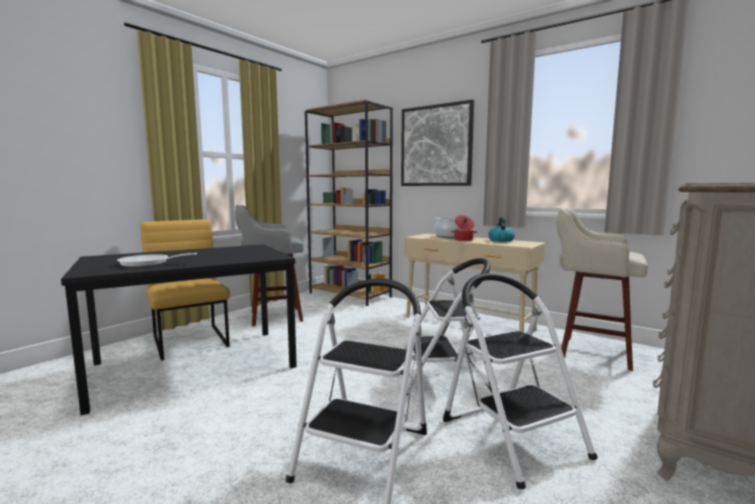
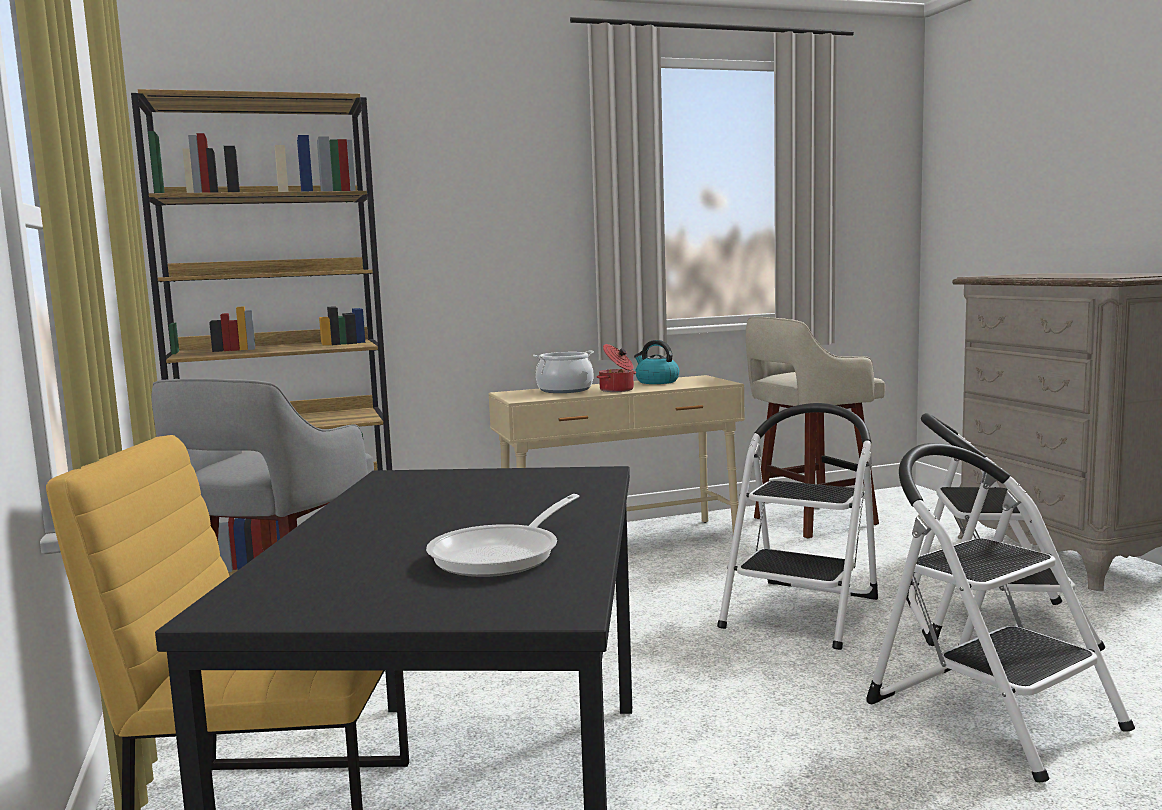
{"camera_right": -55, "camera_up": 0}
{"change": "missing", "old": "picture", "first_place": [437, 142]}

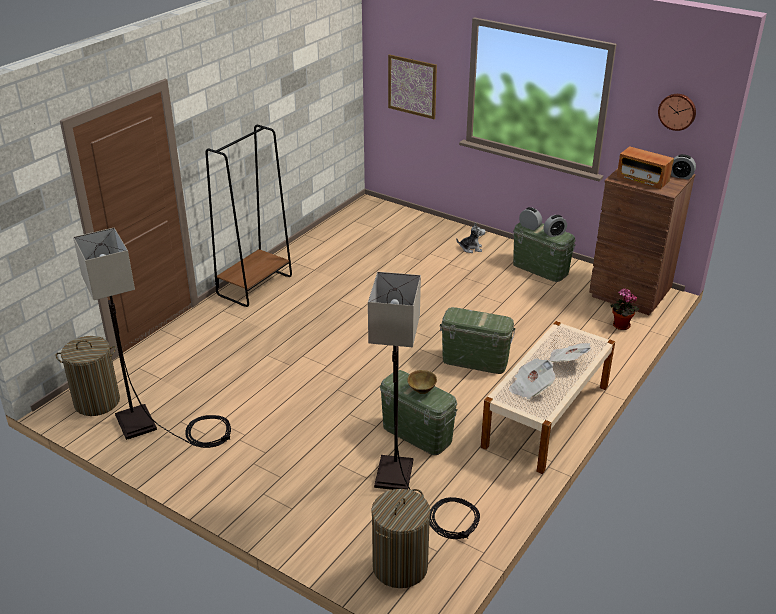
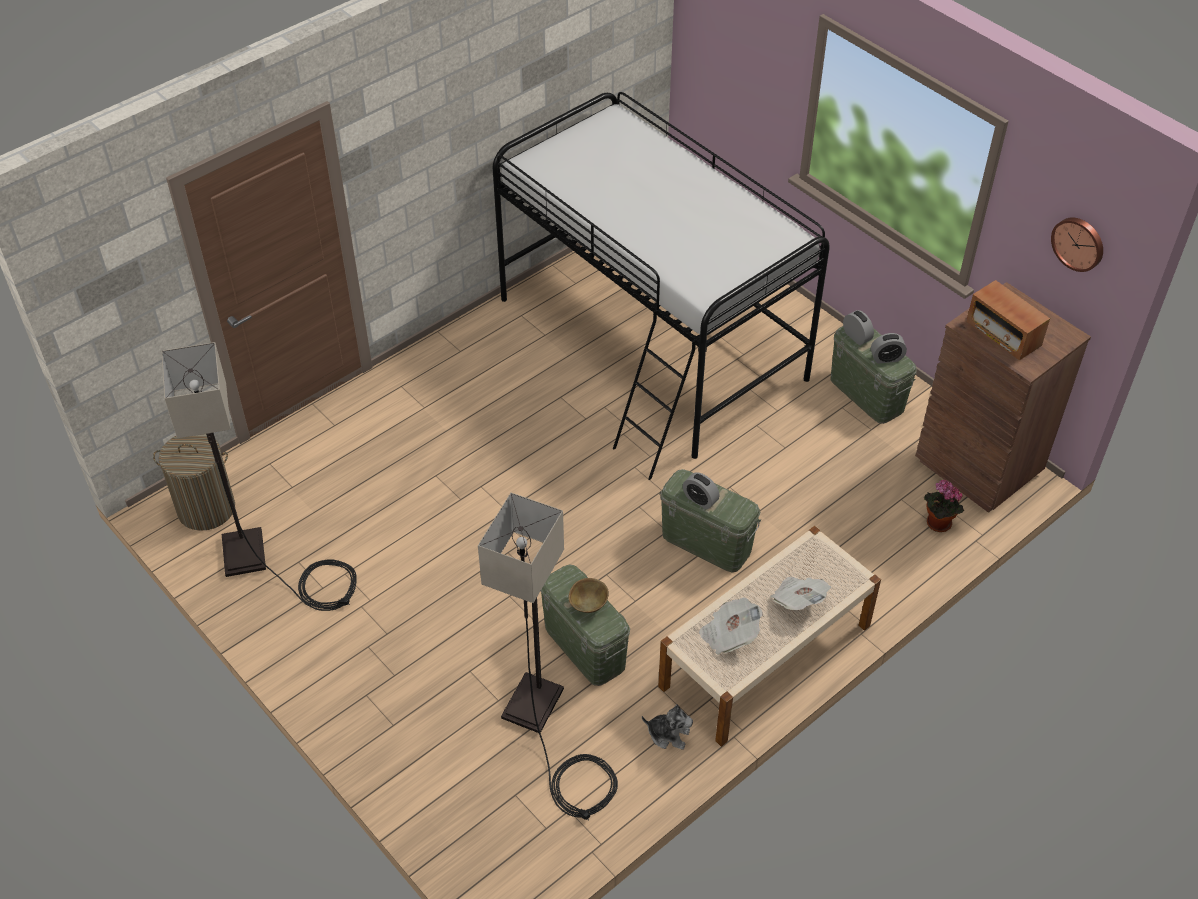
{"camera_right": 15, "camera_up": 15}
{"change": "appeared", "new": "black-coloured sleeping bed", "second_place": [661, 286]}
{"change": "relocated", "old": "plush toy", "first_place": [471, 237], "second_place": [667, 727]}
{"change": "relocated", "old": "alarm clock", "first_place": [683, 167], "second_place": [701, 490]}
{"change": "missing", "old": "garment rack", "first_place": [248, 216]}
{"change": "missing", "old": "hamper", "first_place": [400, 538]}
{"change": "missing", "old": "picture", "first_place": [412, 86]}

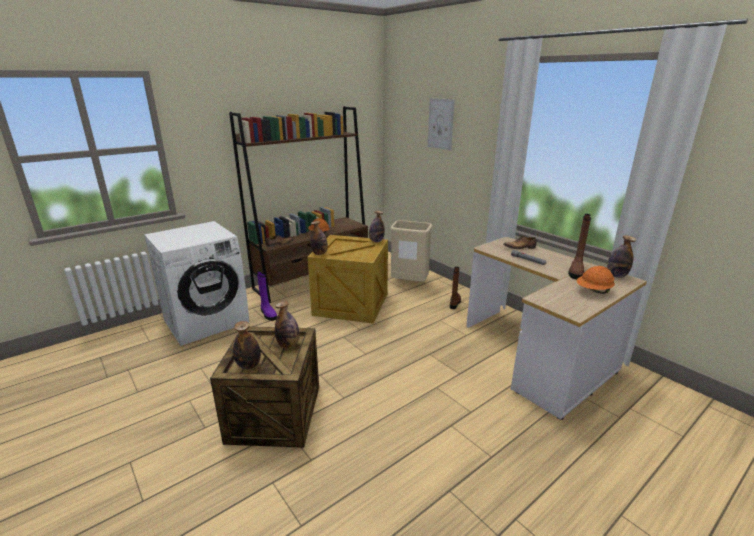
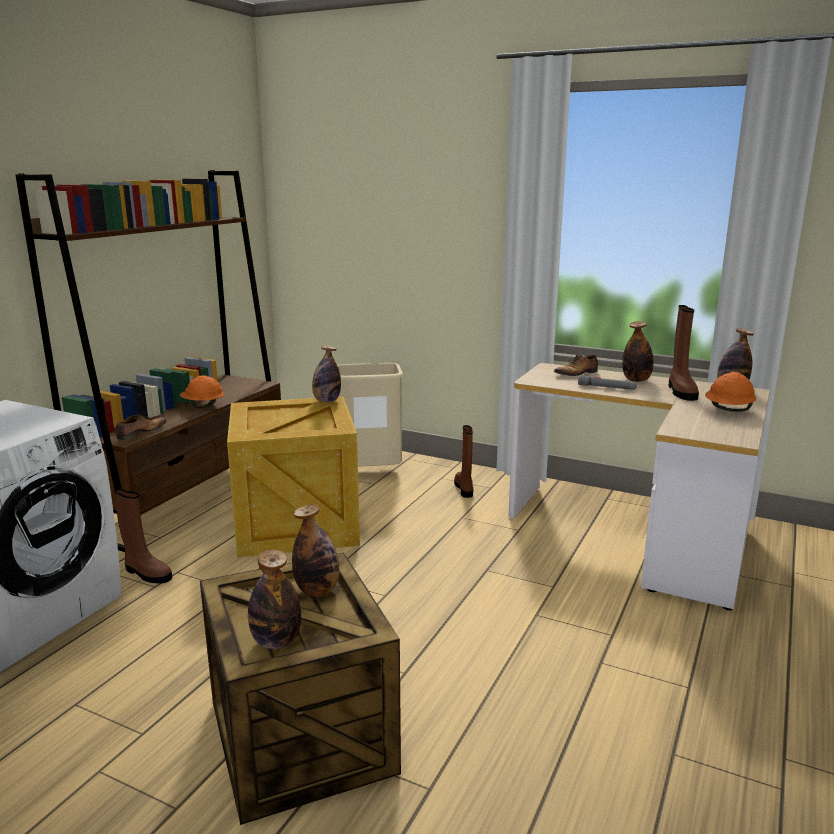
{"camera_right": -25, "camera_up": -5}
{"change": "colour", "old": "purplish high-top boot", "new": "brown high-top boot", "first_place": [267, 296], "second_place": [143, 536]}
{"change": "relocated", "old": "beverage bottle", "first_place": [319, 238], "second_place": [638, 351]}
{"change": "missing", "old": "picture", "first_place": [441, 124]}

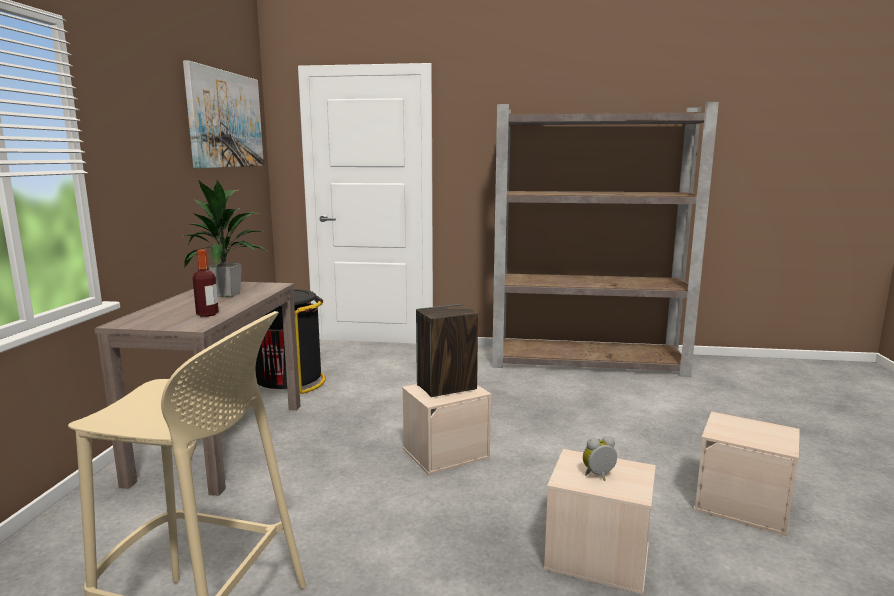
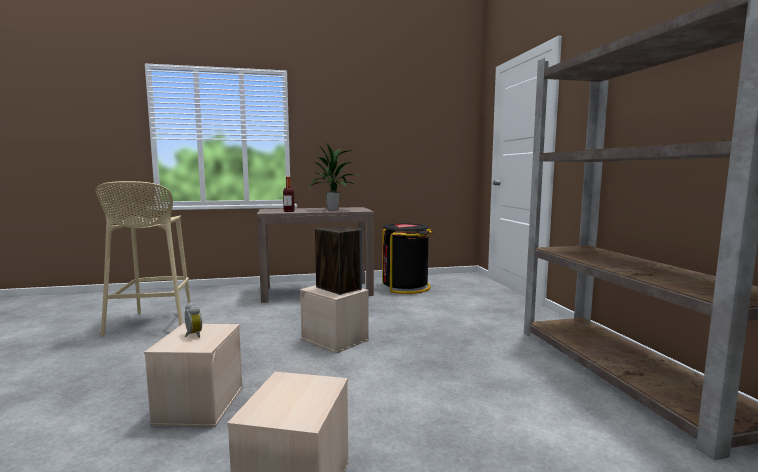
{"camera_right": 70, "camera_up": -5}
{"change": "missing", "old": "picture", "first_place": [223, 114]}

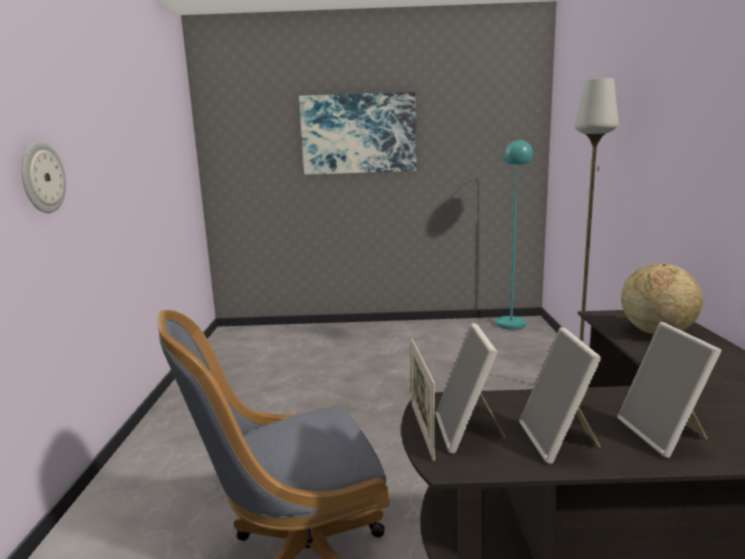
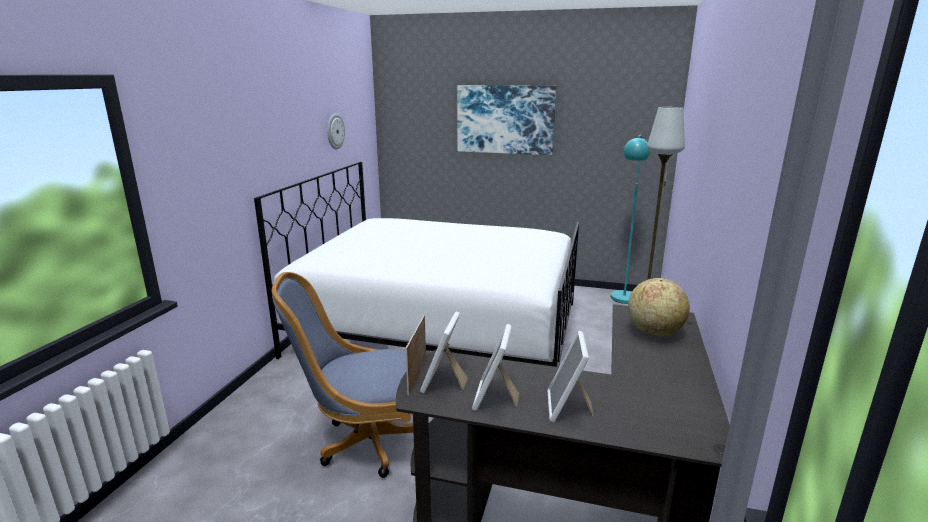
{"camera_right": 15, "camera_up": 5}
{"change": "appeared", "new": "white sleeping bed", "second_place": [416, 264]}
{"change": "relocated", "old": "clock on the wall", "first_place": [44, 177], "second_place": [336, 131]}

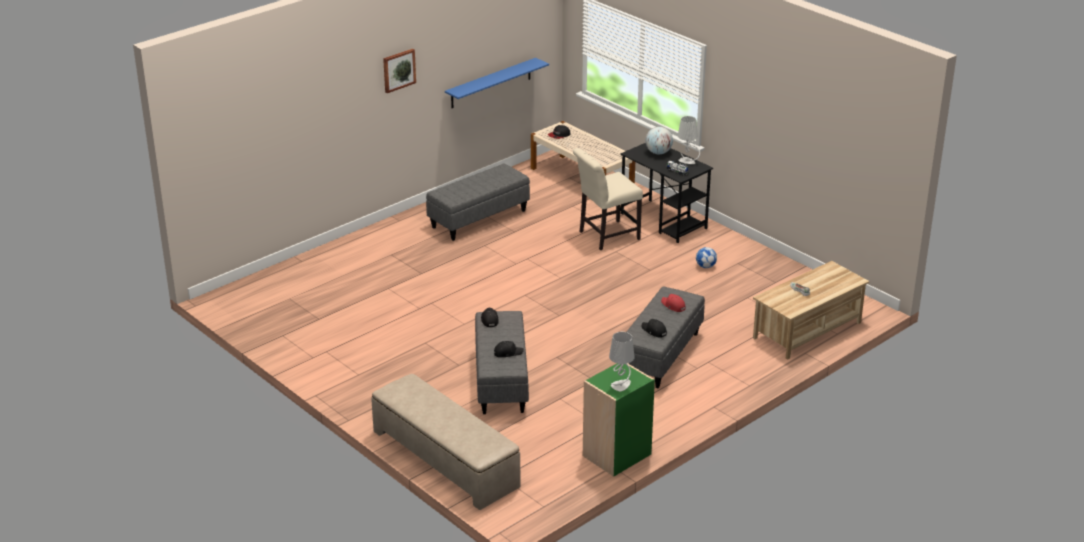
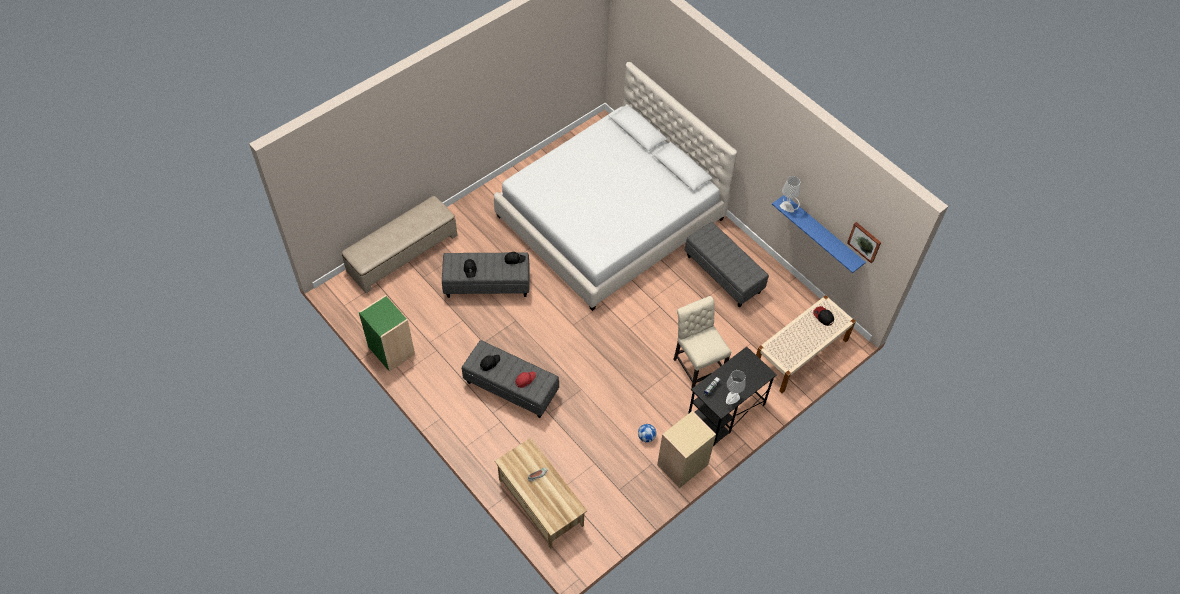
{"camera_right": 90, "camera_up": 25}
{"change": "appeared", "new": "white sleeping bed", "second_place": [615, 186]}
{"change": "appeared", "new": "beige shelving unit", "second_place": [686, 449]}
{"change": "relocated", "old": "gray table lamp", "first_place": [622, 362], "second_place": [790, 194]}
{"change": "relocated", "old": "picture", "first_place": [399, 71], "second_place": [864, 243]}
{"change": "missing", "old": "world globe", "first_place": [659, 140]}

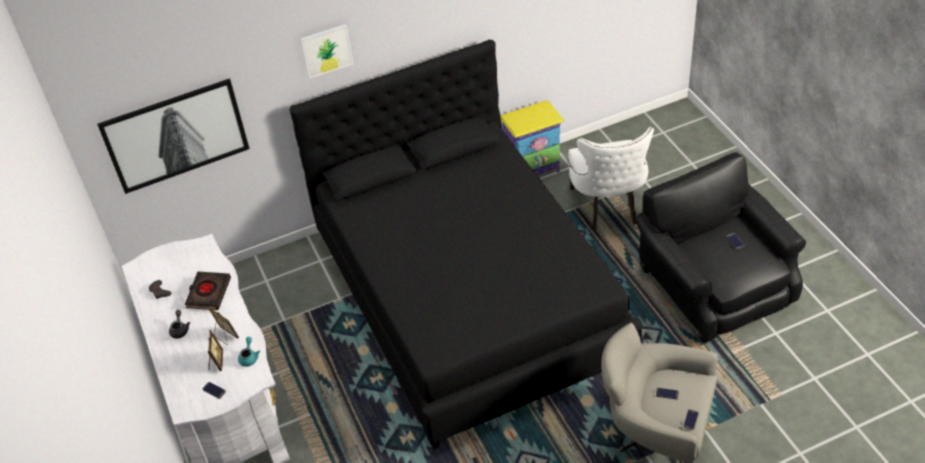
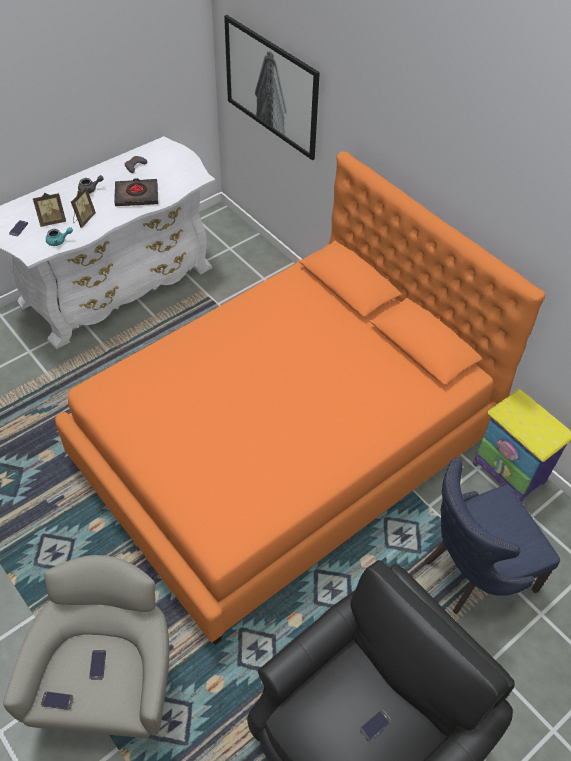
{"camera_right": 70, "camera_up": 5}
{"change": "colour", "old": "black-coloured sleeping bed", "new": "orange sleeping bed", "first_place": [466, 245], "second_place": [300, 398]}
{"change": "colour", "old": "white upright chair", "new": "bluish upright chair", "first_place": [611, 179], "second_place": [492, 536]}
{"change": "missing", "old": "picture", "first_place": [326, 51]}

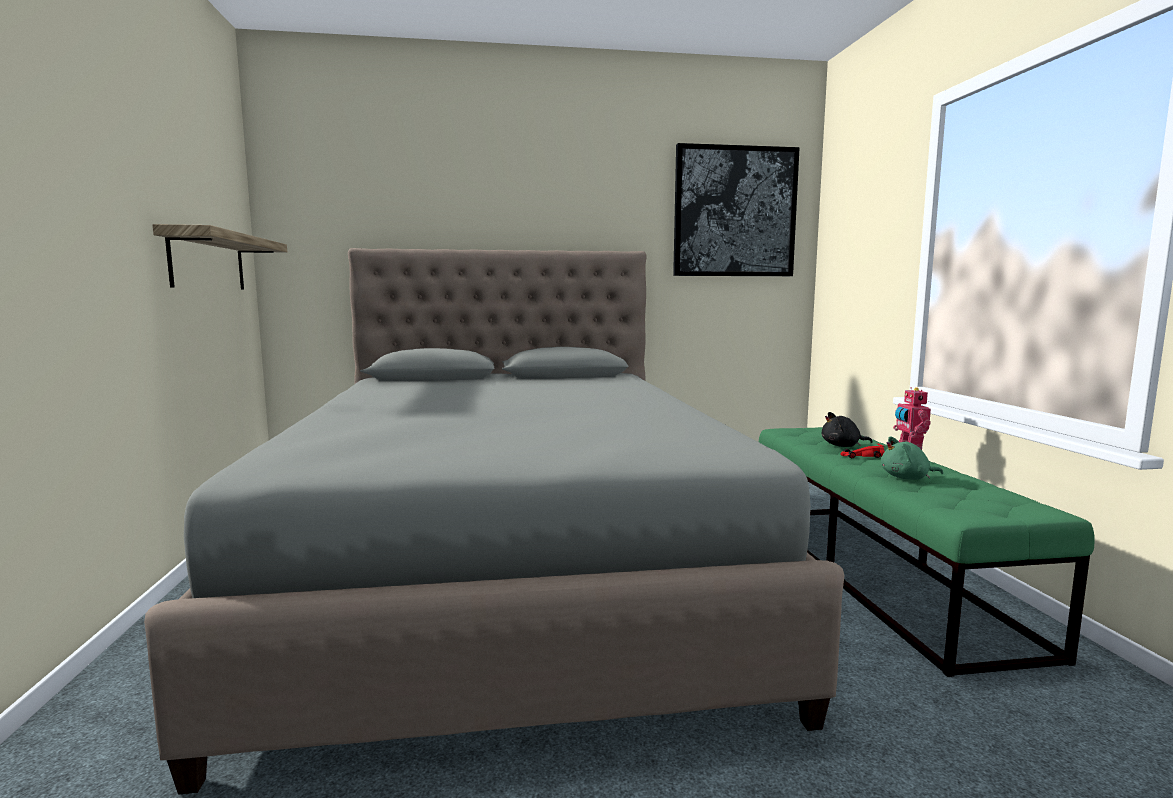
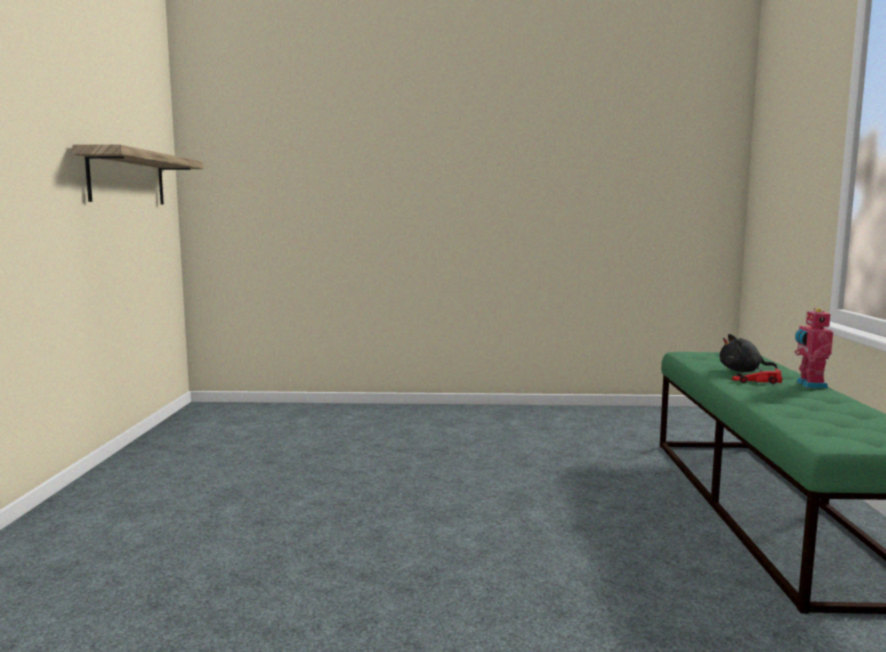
{"camera_right": 10, "camera_up": 0}
{"change": "missing", "old": "gray sleeping bed", "first_place": [494, 521]}
{"change": "missing", "old": "picture", "first_place": [736, 209]}
{"change": "missing", "old": "greenish plush toy", "first_place": [912, 458]}

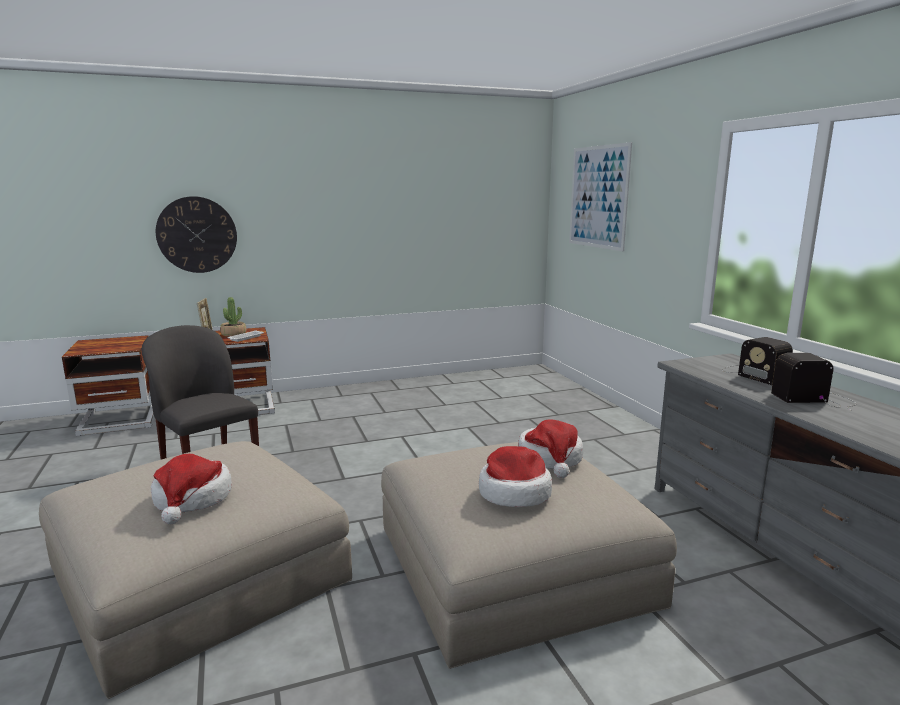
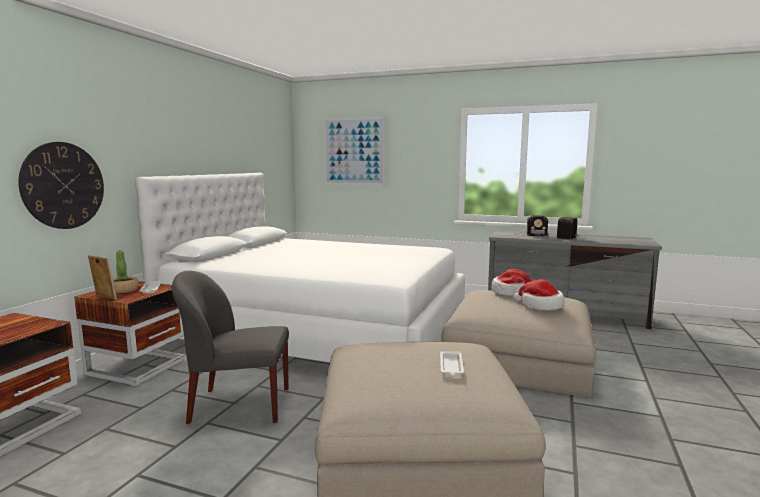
{"camera_right": -50, "camera_up": -5}
{"change": "appeared", "new": "white sleeping bed", "second_place": [300, 267]}
{"change": "exchanged", "old": "wearable hat", "new": "white tray", "first_place": [191, 489], "second_place": [452, 363]}

